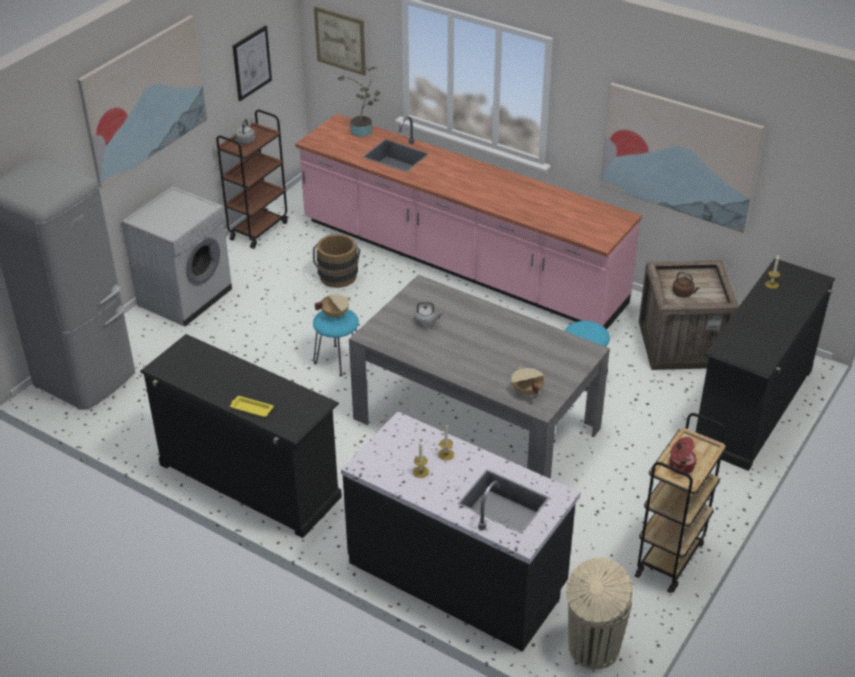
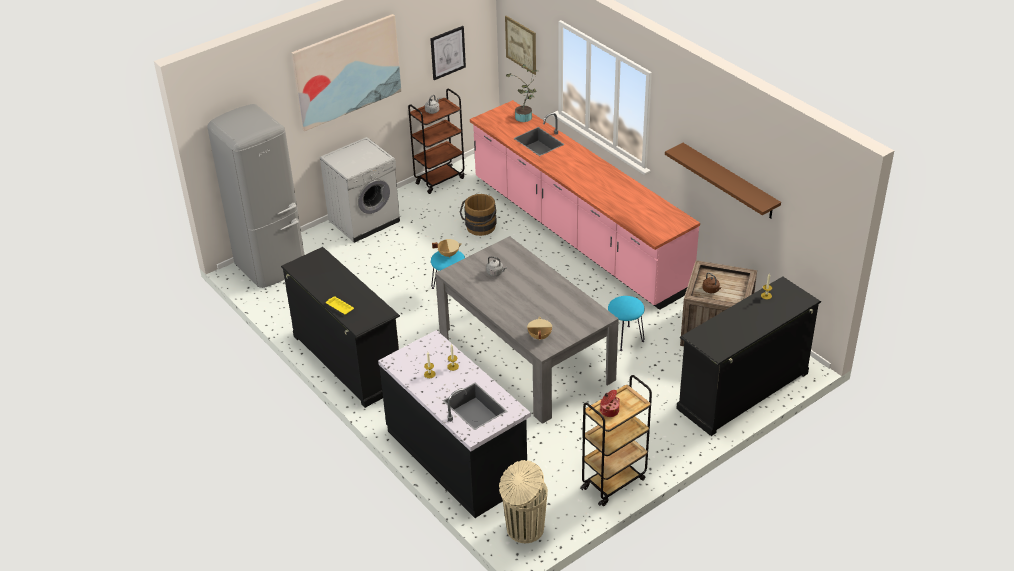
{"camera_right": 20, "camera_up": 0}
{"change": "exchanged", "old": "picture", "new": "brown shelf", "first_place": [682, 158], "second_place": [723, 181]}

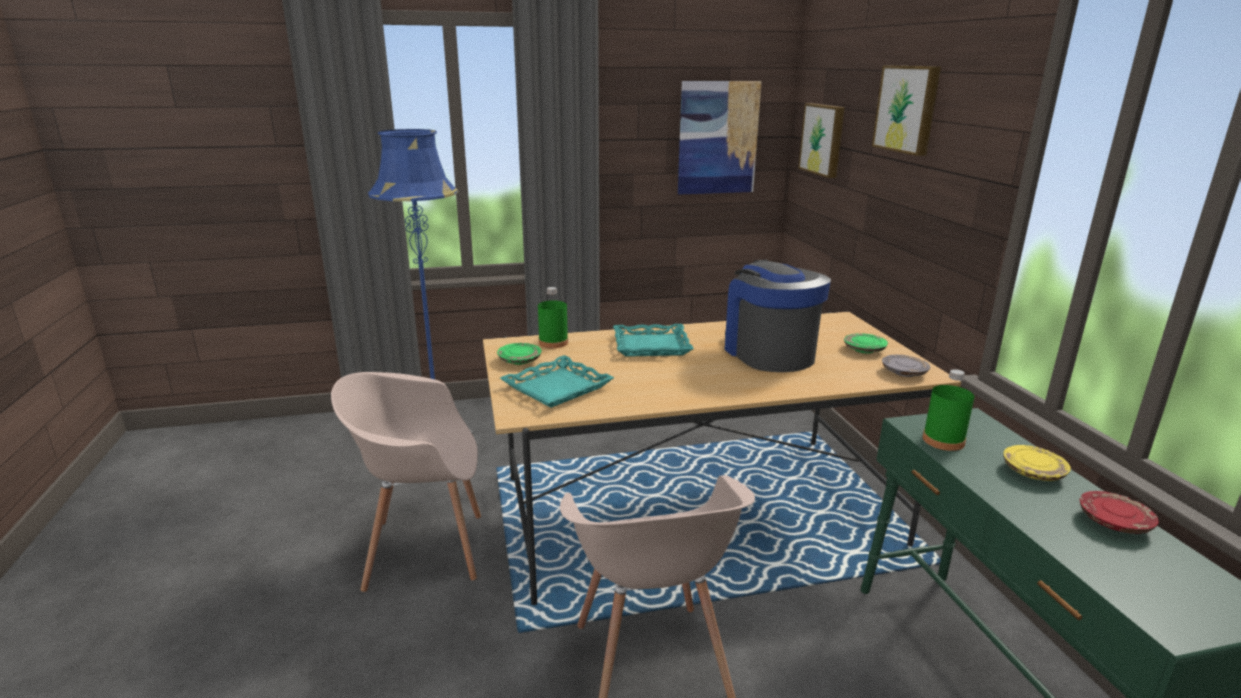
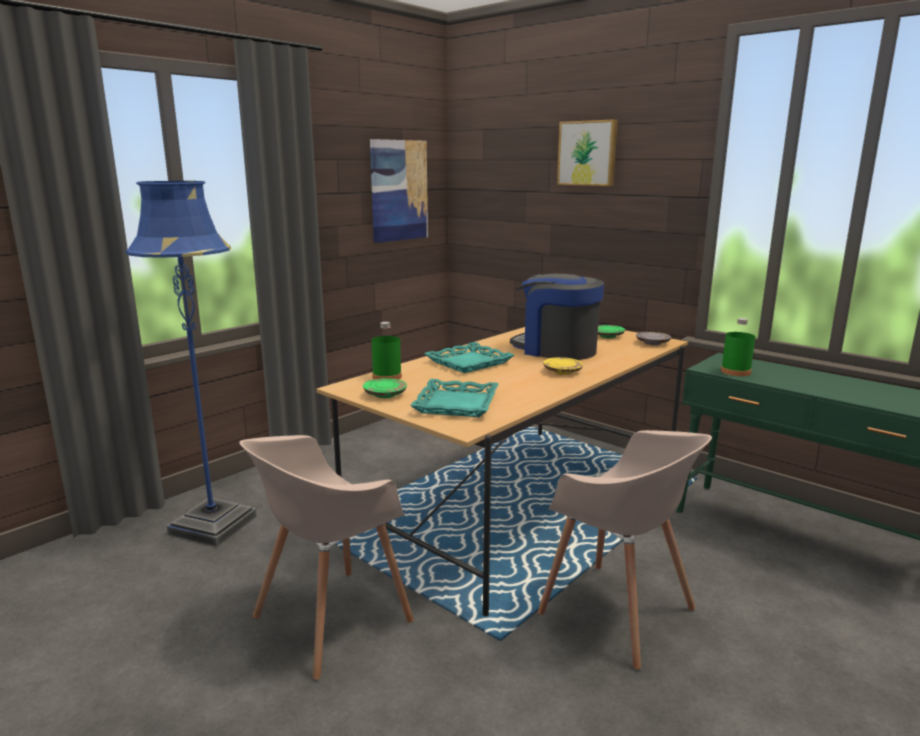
{"camera_right": -35, "camera_up": -5}
{"change": "relocated", "old": "yellow flat dish", "first_place": [1037, 463], "second_place": [563, 366]}
{"change": "missing", "old": "picture", "first_place": [821, 140]}
{"change": "missing", "old": "reddish flat dish", "first_place": [1119, 512]}

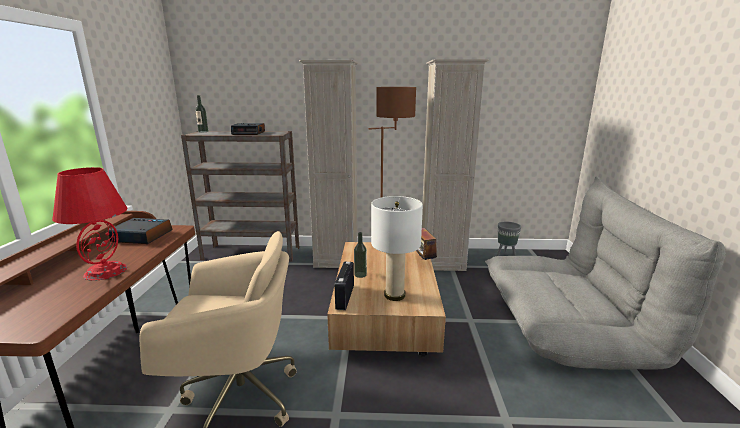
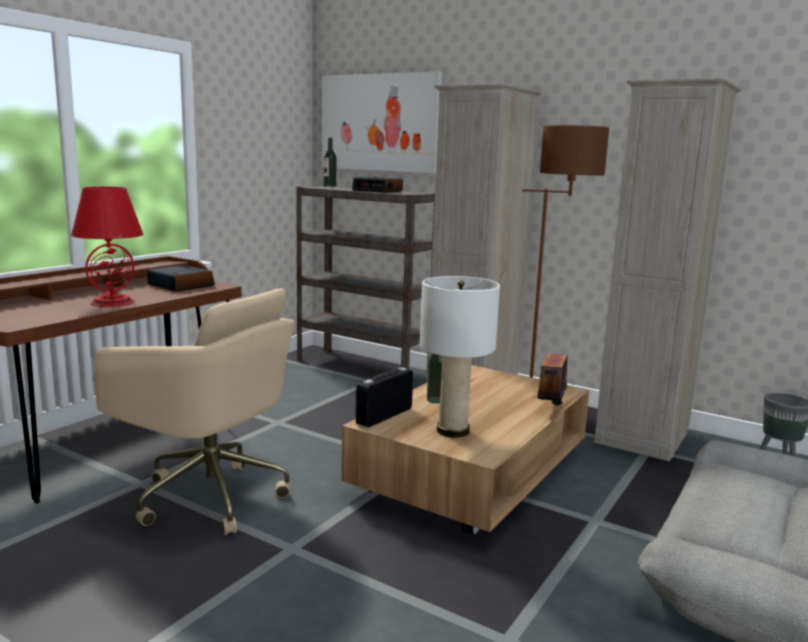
{"camera_right": 30, "camera_up": -5}
{"change": "appeared", "new": "picture", "second_place": [382, 122]}

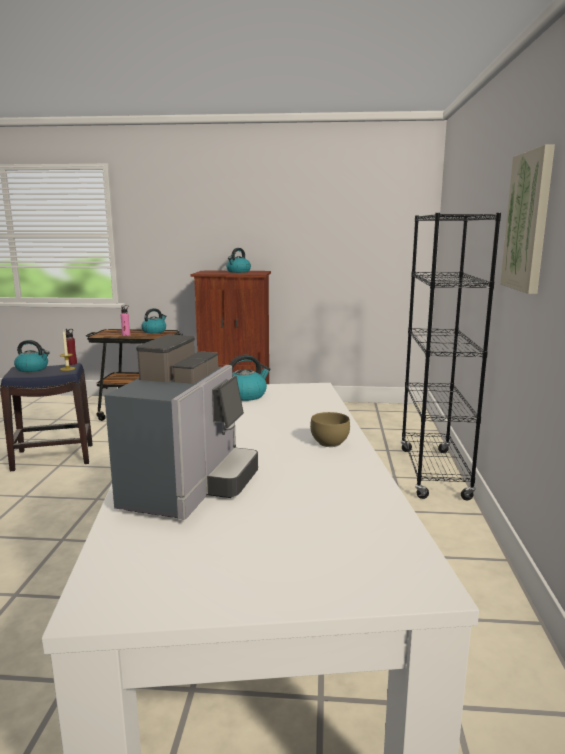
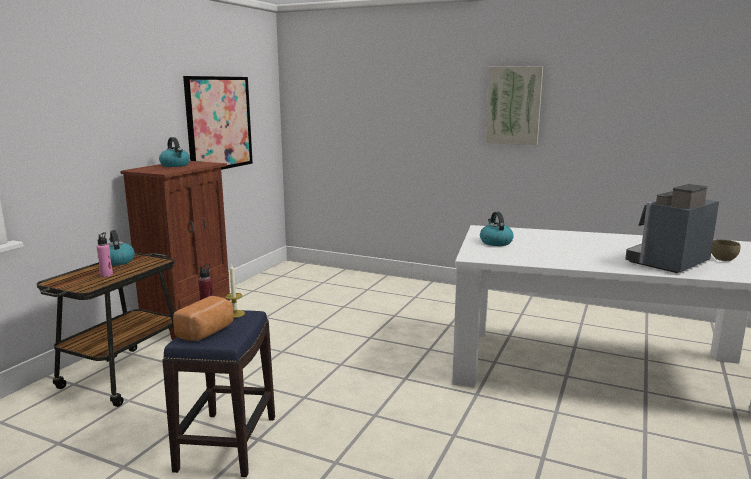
{"camera_right": -70, "camera_up": 0}
{"change": "exchanged", "old": "kettle", "new": "bread", "first_place": [32, 356], "second_place": [203, 318]}
{"change": "appeared", "new": "picture", "second_place": [218, 123]}
{"change": "spun", "old": "coffee brewer", "first_place": [181, 427], "second_place": [672, 228], "degrees": -75}
{"change": "relocated", "old": "brown deep dish", "first_place": [330, 429], "second_place": [726, 250]}
{"change": "missing", "old": "black-coloured shelving unit", "first_place": [450, 356]}

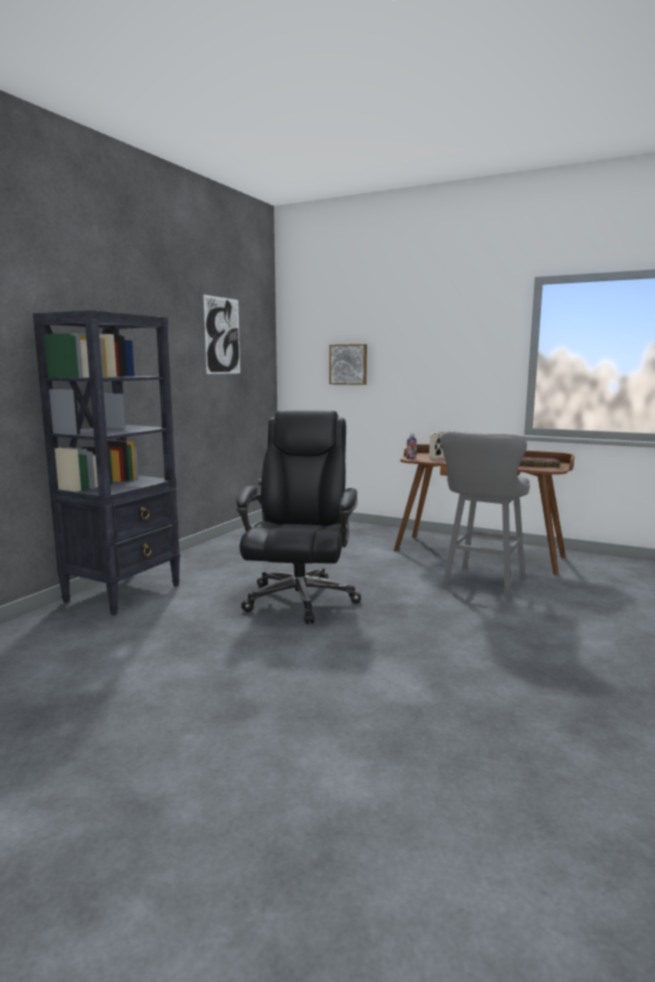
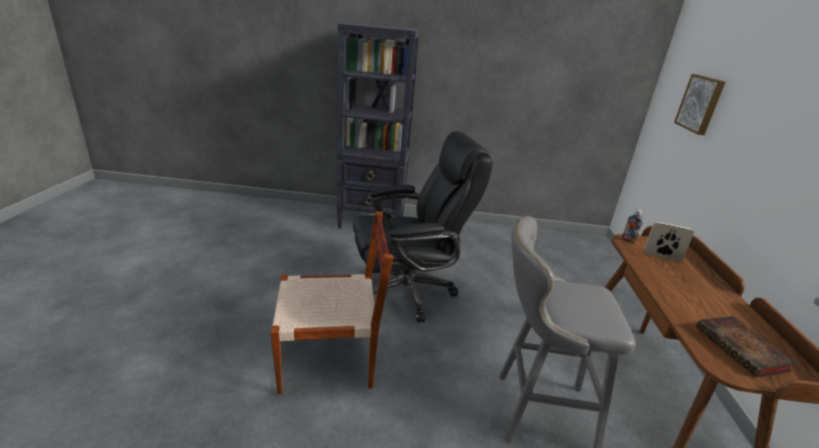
{"camera_right": 65, "camera_up": 15}
{"change": "appeared", "new": "upright chair", "second_place": [332, 302]}
{"change": "missing", "old": "picture", "first_place": [221, 334]}

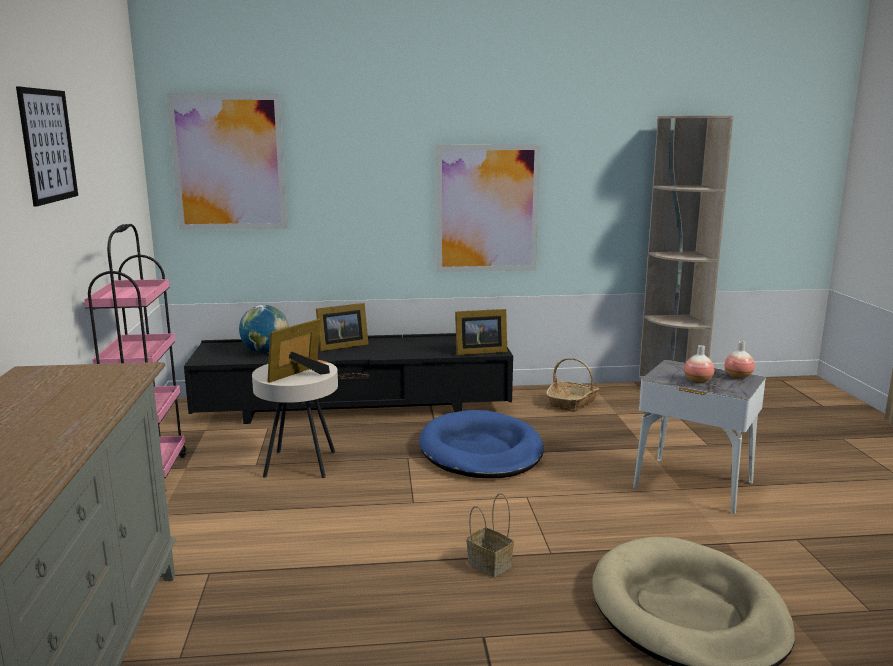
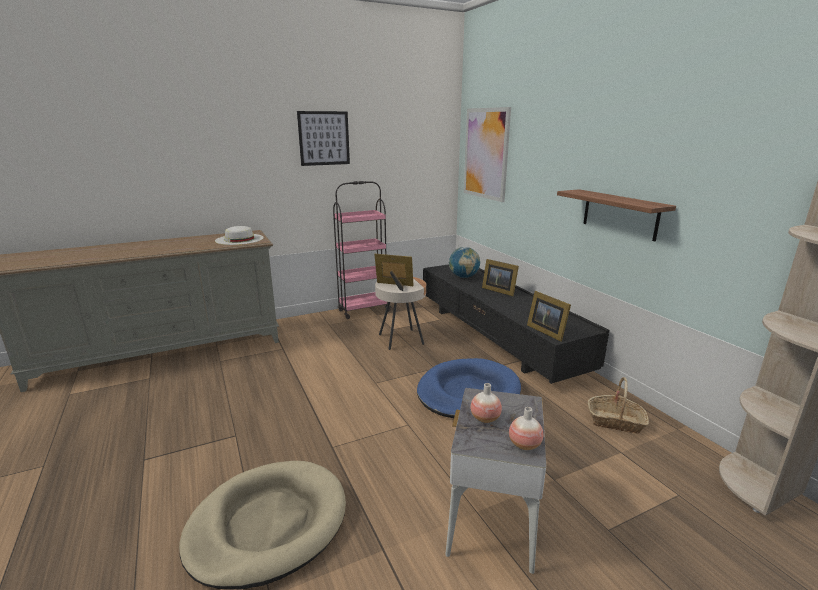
{"camera_right": 70, "camera_up": 5}
{"change": "appeared", "new": "white wearable hat", "second_place": [239, 235]}
{"change": "exchanged", "old": "picture", "new": "shelf", "first_place": [488, 208], "second_place": [616, 215]}
{"change": "missing", "old": "basket", "first_place": [490, 535]}

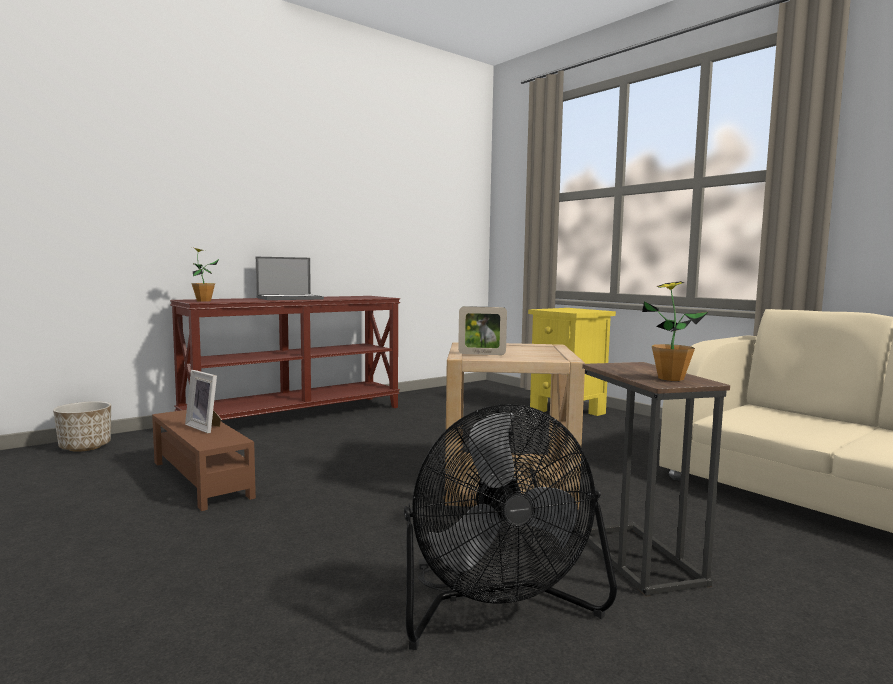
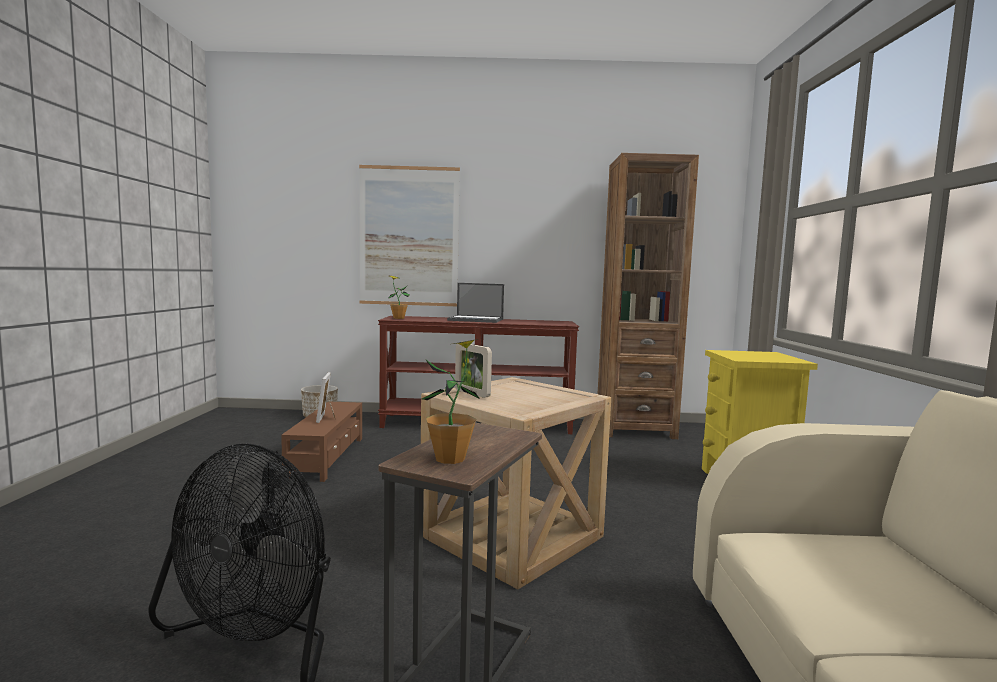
{"camera_right": 40, "camera_up": 0}
{"change": "appeared", "new": "picture", "second_place": [409, 235]}
{"change": "appeared", "new": "brown shelving unit", "second_place": [648, 296]}

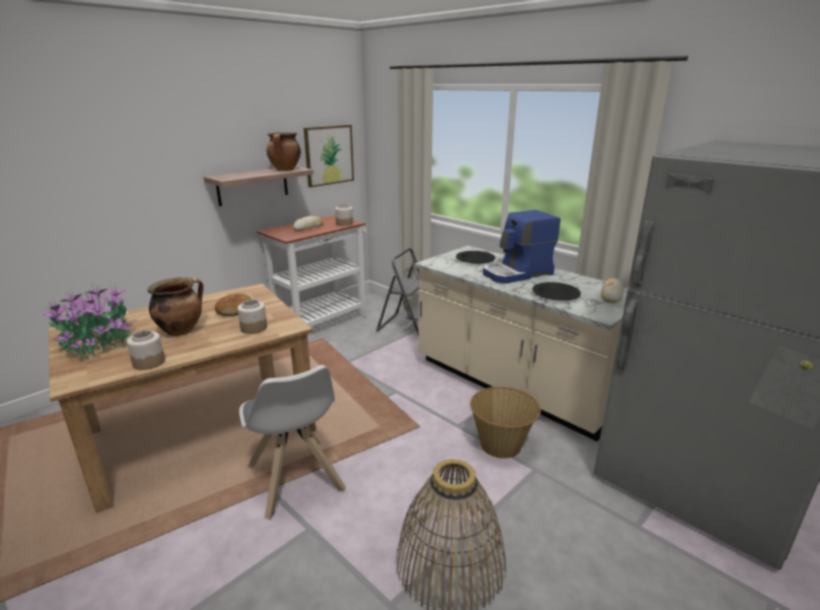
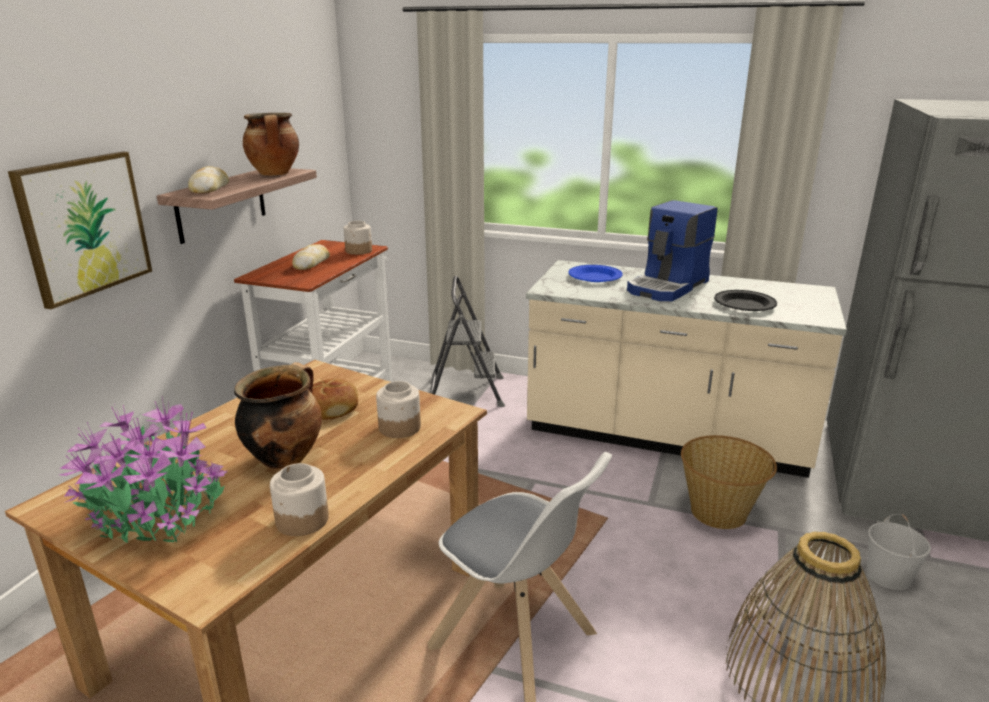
{"camera_right": -25, "camera_up": 0}
{"change": "relocated", "old": "picture", "first_place": [329, 156], "second_place": [80, 230]}
{"change": "relocated", "old": "bread", "first_place": [612, 290], "second_place": [208, 180]}
{"change": "colour", "old": "black-coloured flat dish", "new": "bluish flat dish", "first_place": [475, 257], "second_place": [595, 273]}
{"change": "appeared", "new": "white pail", "second_place": [898, 552]}

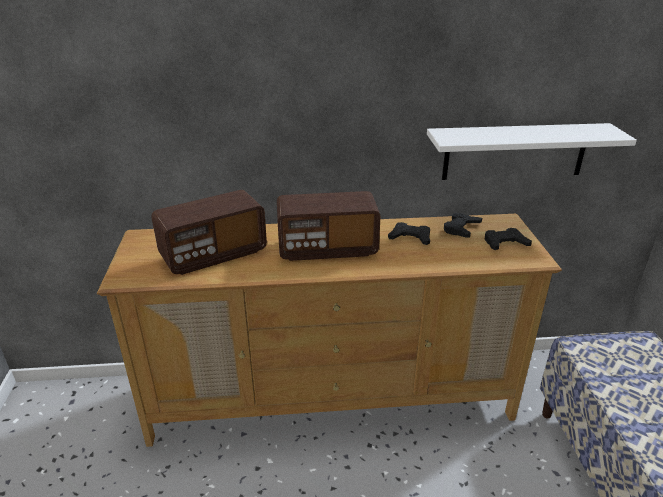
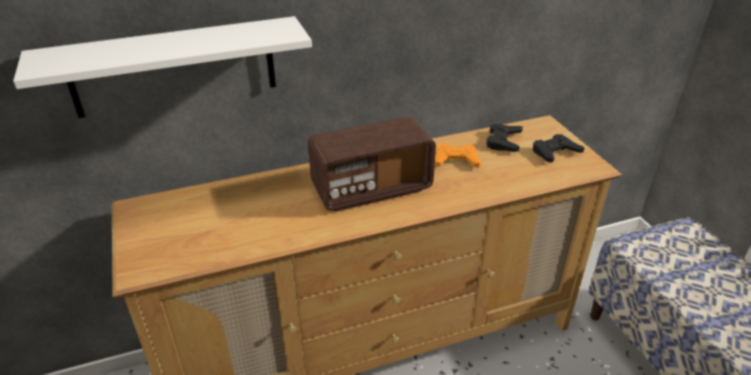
{"camera_right": -15, "camera_up": 5}
{"change": "relocated", "old": "white shelf", "first_place": [532, 151], "second_place": [162, 67]}
{"change": "colour", "old": "black-coloured joypad", "new": "orange joypad", "first_place": [409, 233], "second_place": [458, 156]}
{"change": "missing", "old": "radio", "first_place": [209, 232]}

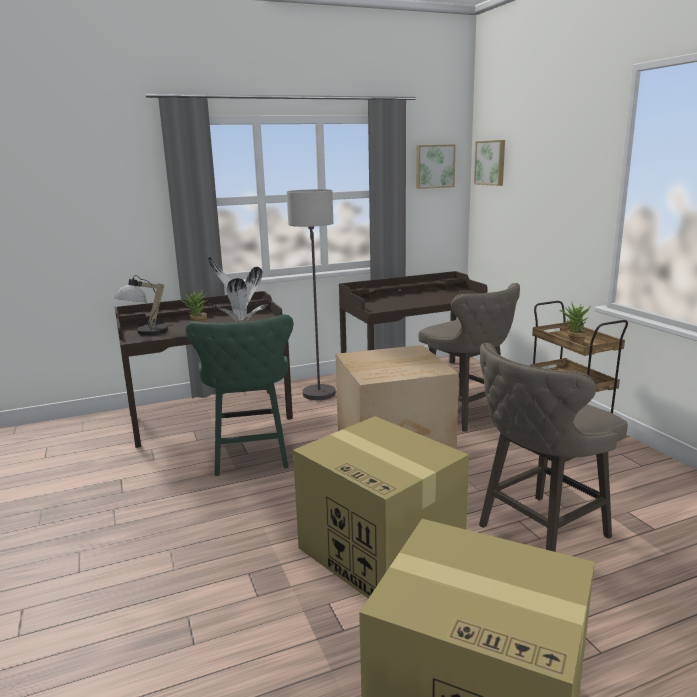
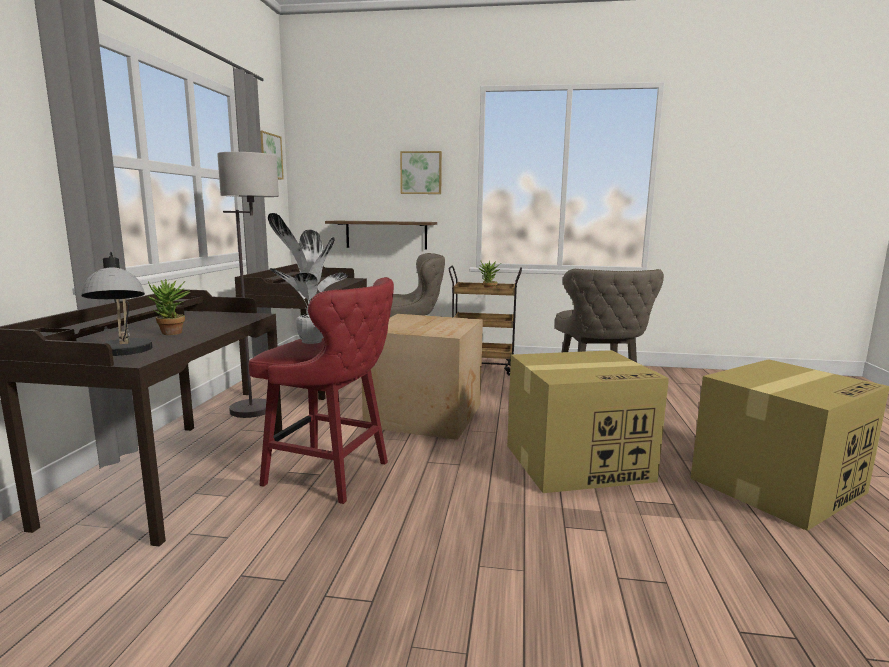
{"camera_right": -60, "camera_up": -5}
{"change": "colour", "old": "greenish stool seat", "new": "reddish stool seat", "first_place": [239, 395], "second_place": [321, 390]}
{"change": "appeared", "new": "shelf", "second_place": [381, 235]}
{"change": "relocated", "old": "picture", "first_place": [489, 163], "second_place": [421, 172]}

